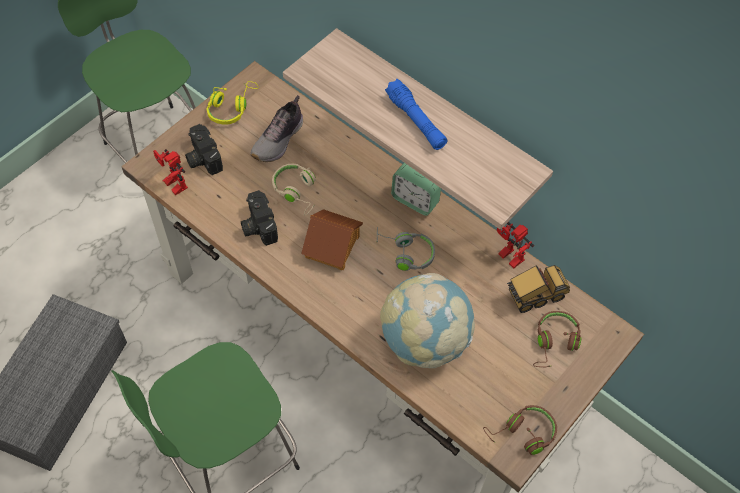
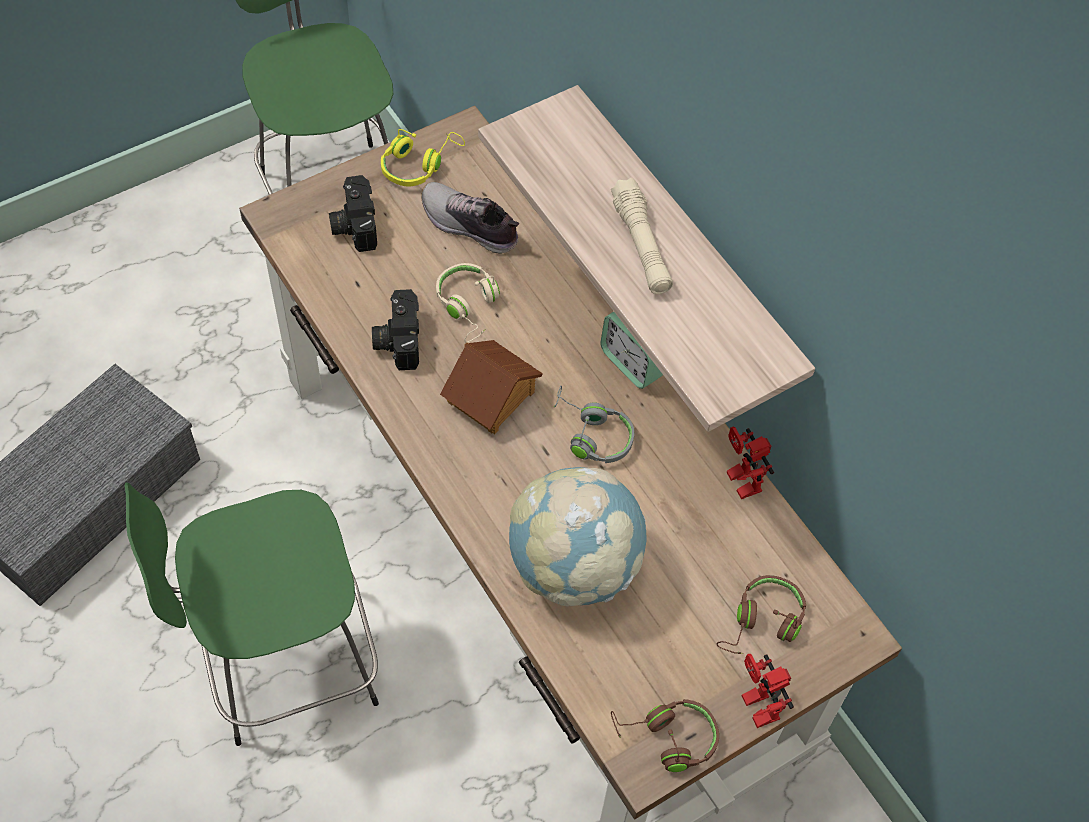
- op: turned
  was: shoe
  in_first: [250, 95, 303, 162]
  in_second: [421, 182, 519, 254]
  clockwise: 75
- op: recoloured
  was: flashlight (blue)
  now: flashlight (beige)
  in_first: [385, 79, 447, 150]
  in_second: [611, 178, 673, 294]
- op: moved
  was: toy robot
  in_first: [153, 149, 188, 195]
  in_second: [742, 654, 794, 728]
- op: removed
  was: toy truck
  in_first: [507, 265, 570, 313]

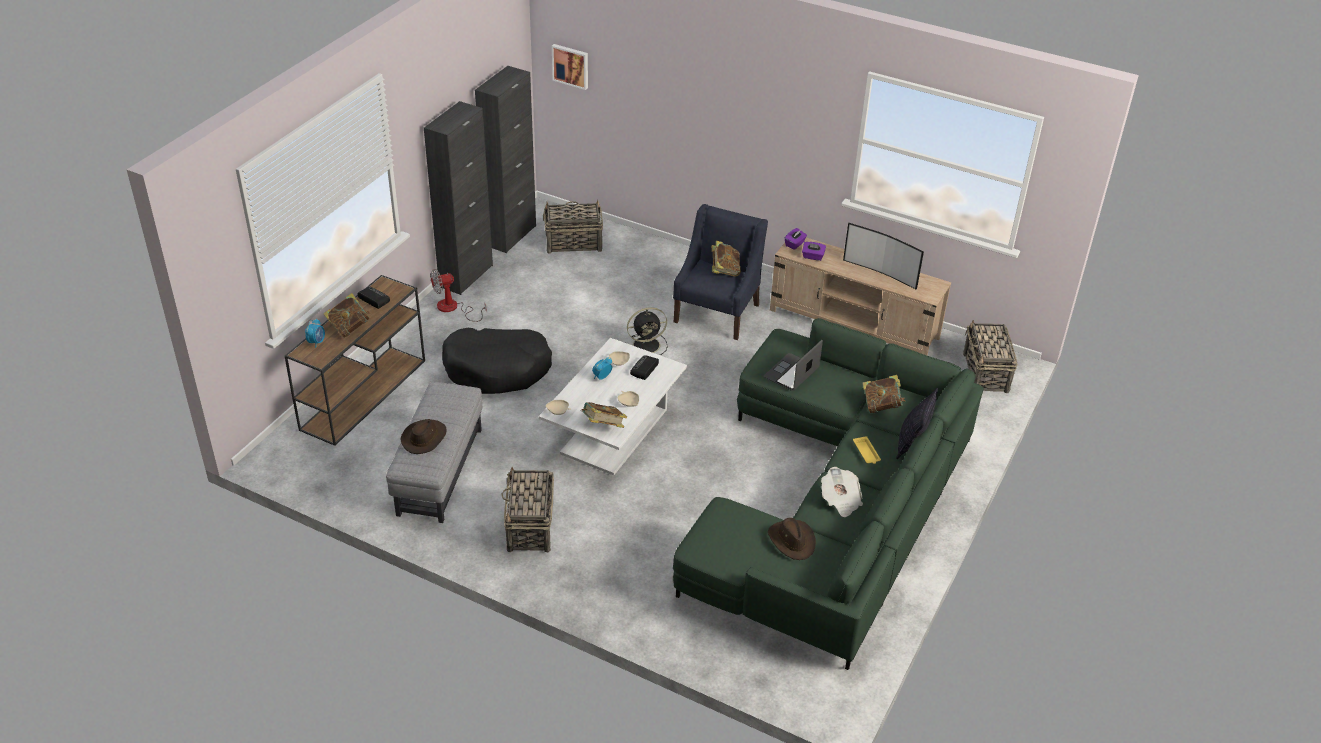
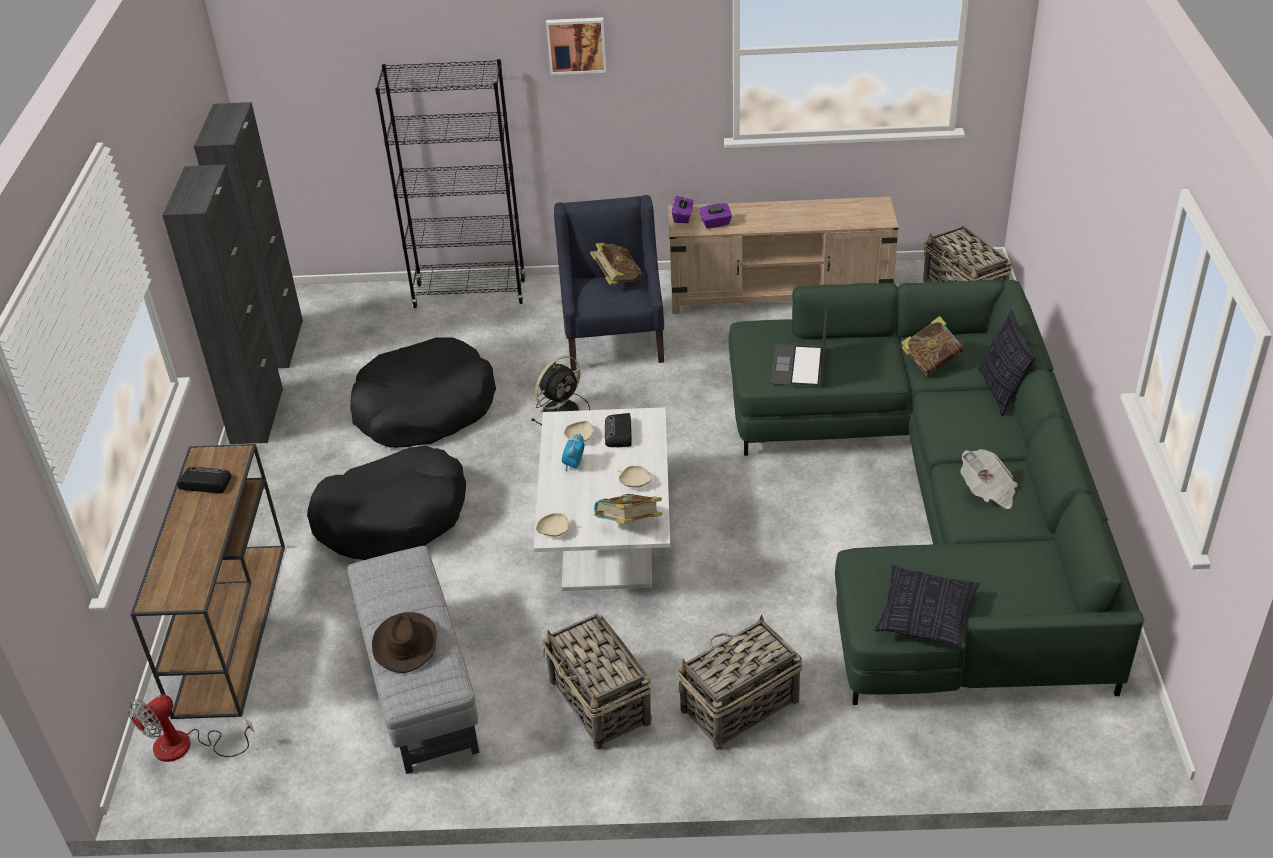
- op: moved
  was: fan
  in_first: [430, 269, 487, 322]
  in_second: [127, 694, 254, 762]
- op: added
  now: dog bed (black)
  in_second: [350, 337, 496, 448]
- op: added
  now: bookcase (black)
  in_second: [375, 59, 525, 308]
- op: moved
  was: picture
  in_first: [552, 44, 588, 90]
  in_second: [546, 17, 606, 75]
- op: moved
  was: basket
  in_first: [543, 200, 603, 254]
  in_second: [677, 615, 803, 750]
- op: added
  now: pillow
  in_second: [874, 565, 980, 648]
- op: removed
  was: alarm clock
  in_first: [305, 319, 325, 348]
- op: removed
  was: book
  in_first: [323, 293, 371, 338]
- op: removed
  was: hat (brown)
  in_first: [768, 518, 816, 560]
- op: removed
  was: television
  in_first: [843, 223, 924, 290]
- op: removed
  was: tray (yellow)
  in_first: [853, 436, 881, 464]

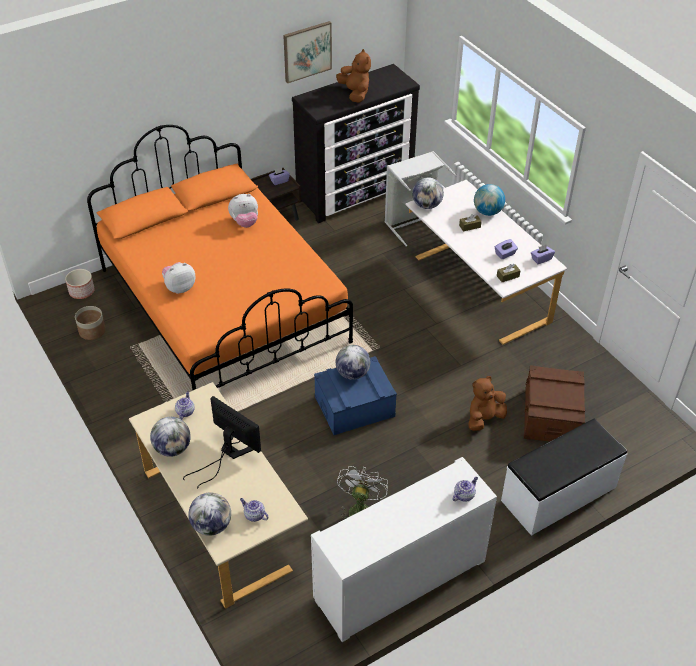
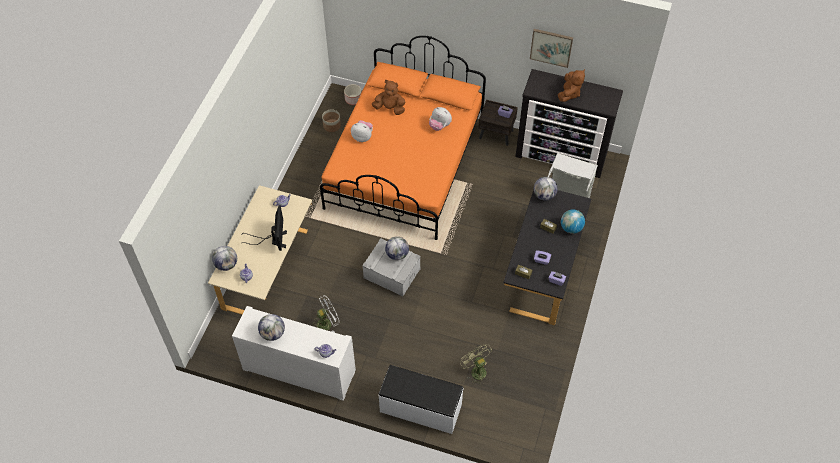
- op: moved
  was: globe
  in_first: [150, 417, 191, 457]
  in_second: [258, 314, 285, 341]
- op: recoloured
  was: storage box (blue)
  now: storage box (grey)
  in_first: [314, 356, 397, 435]
  in_second: [362, 238, 421, 296]
- op: moved
  was: plush toy (brown)
  in_first: [468, 376, 507, 431]
  in_second: [372, 80, 405, 115]
- op: replaced
  was: storage box (brown)
  now: fan (green)
  in_first: [524, 365, 585, 442]
  in_second: [460, 344, 492, 385]
- op: recoloured
  was: desk (white)
  now: desk (black)
  in_first: [406, 180, 567, 345]
  in_second: [503, 190, 591, 326]

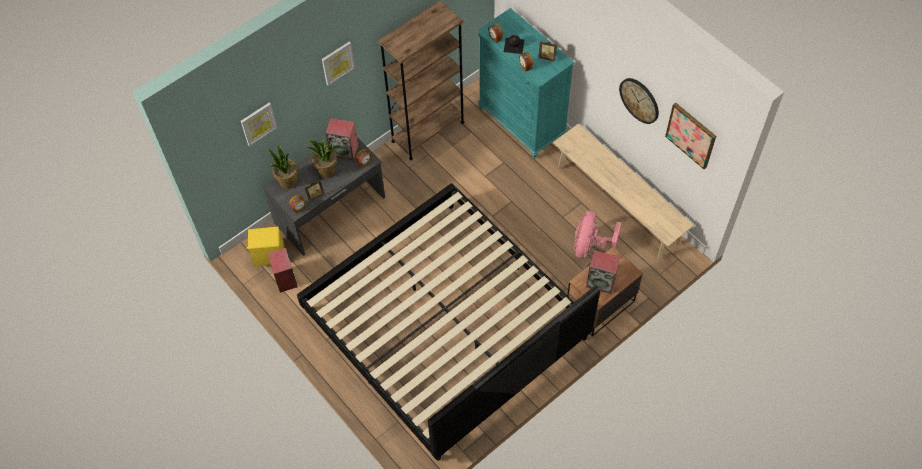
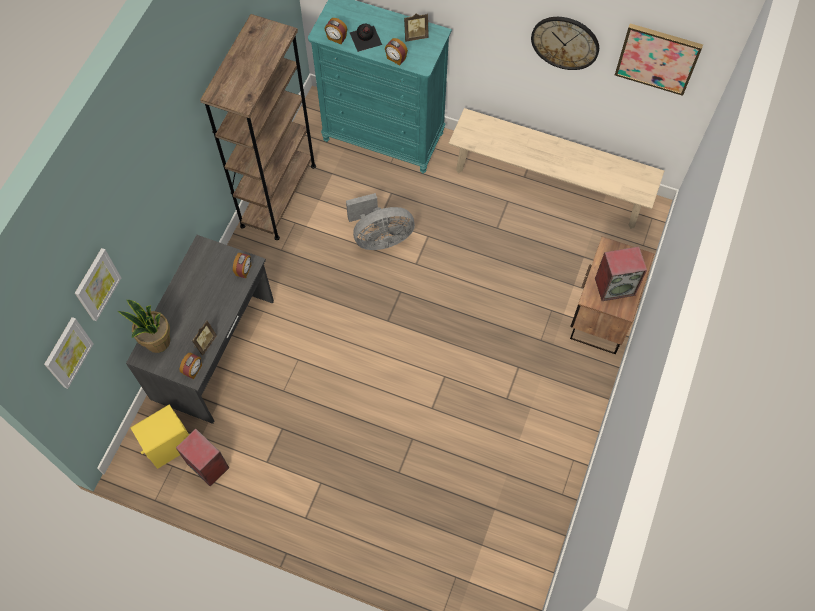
- op: moved
  was: picture
  in_first: [322, 42, 355, 86]
  in_second: [44, 317, 94, 389]
- op: added
  now: fan (grey)
  in_second: [346, 193, 415, 250]
- op: removed
  was: bed
  in_first: [297, 183, 600, 461]
- op: removed
  was: potted plant
  in_first: [306, 139, 337, 178]
- op: removed
  was: speaker
  in_first: [325, 118, 358, 160]
- op: removed
  was: fan (pink)
  in_first: [574, 211, 621, 258]

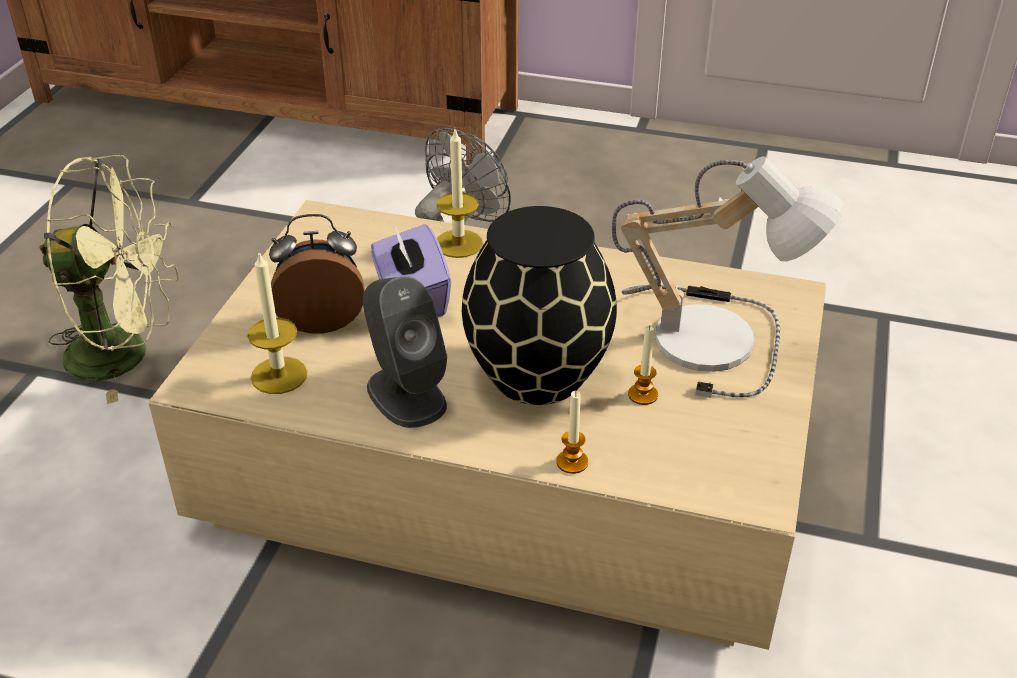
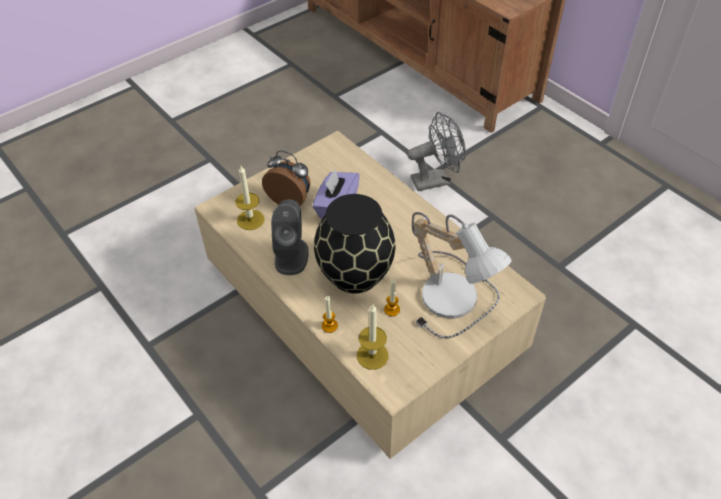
- op: moved
  was: candle
  in_first: [436, 130, 483, 258]
  in_second: [357, 305, 389, 370]
- op: removed
  was: fan (green)
  in_first: [39, 155, 179, 404]

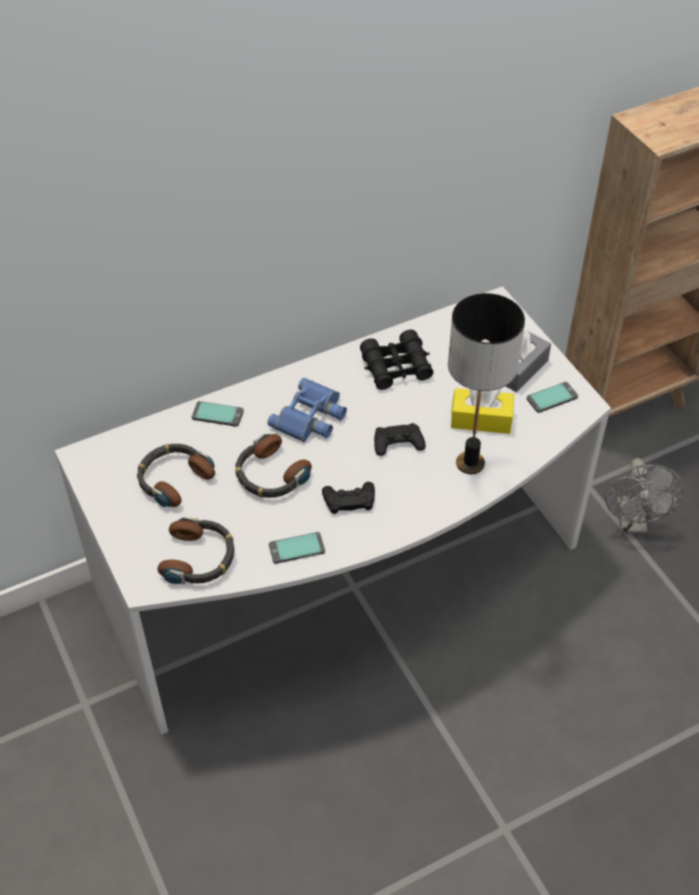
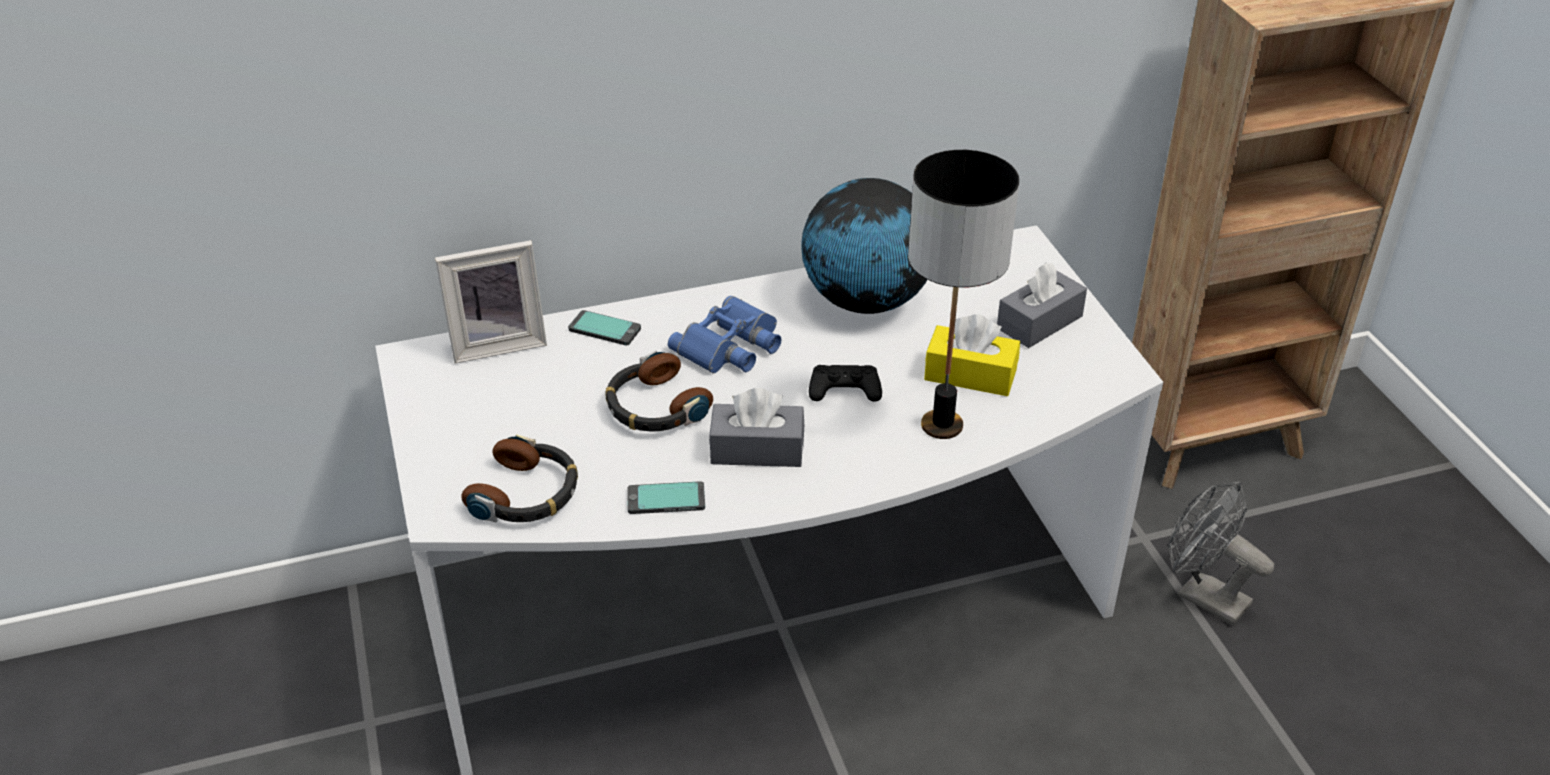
- op: added
  now: picture frame
  in_second: [435, 240, 547, 364]
- op: replaced
  was: game controller (black)
  now: tissue box (grey)
  in_first: [322, 482, 375, 514]
  in_second: [709, 388, 804, 467]
- op: replaced
  was: binoculars (black)
  now: globe
  in_first: [360, 330, 433, 390]
  in_second: [801, 178, 927, 314]
- op: turned
  was: fan (grey)
  in_first: [605, 458, 684, 534]
  in_second: [1168, 481, 1274, 625]
  clockwise: 120
- op: removed
  was: headphones
  in_first: [137, 444, 215, 507]
- op: removed
  was: phone
  in_first: [527, 382, 578, 413]

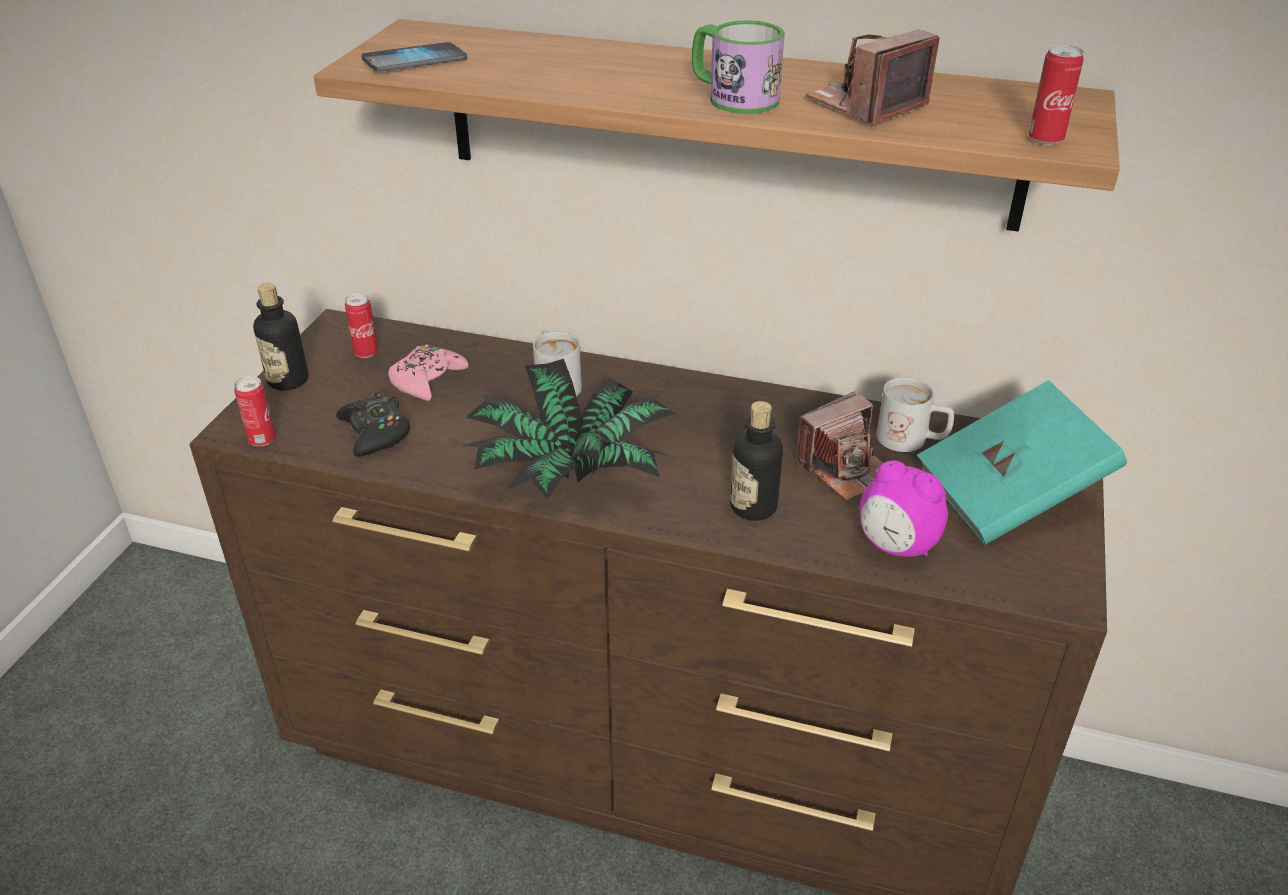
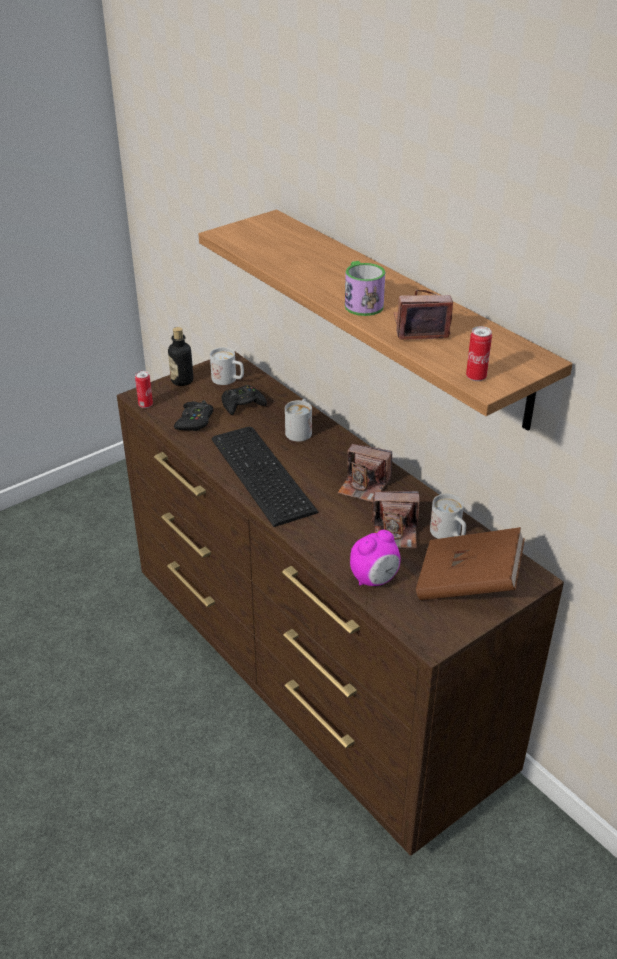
- op: replaced
  was: can
  now: mug (white)
  in_first: [345, 293, 378, 358]
  in_second: [210, 347, 244, 385]
- op: replaced
  was: potted plant
  now: keyboard
  in_first: [464, 359, 676, 500]
  in_second: [211, 427, 318, 527]
- op: recoloured
  was: game controller (pink)
  now: game controller (black)
  in_first: [388, 345, 469, 401]
  in_second: [222, 385, 267, 415]
- op: added
  now: photo camera
  in_second: [338, 444, 392, 502]
- op: turned
  was: alarm clock
  in_first: [859, 460, 948, 557]
  in_second: [350, 530, 401, 586]
  clockwise: -105
- op: recoloured
  was: book (turquoise)
  now: book (brown)
  in_first: [917, 380, 1127, 545]
  in_second: [416, 527, 525, 600]
- op: removed
  was: phone
  in_first: [362, 42, 467, 72]
- op: removed
  was: bottle
  in_first: [730, 401, 783, 521]

